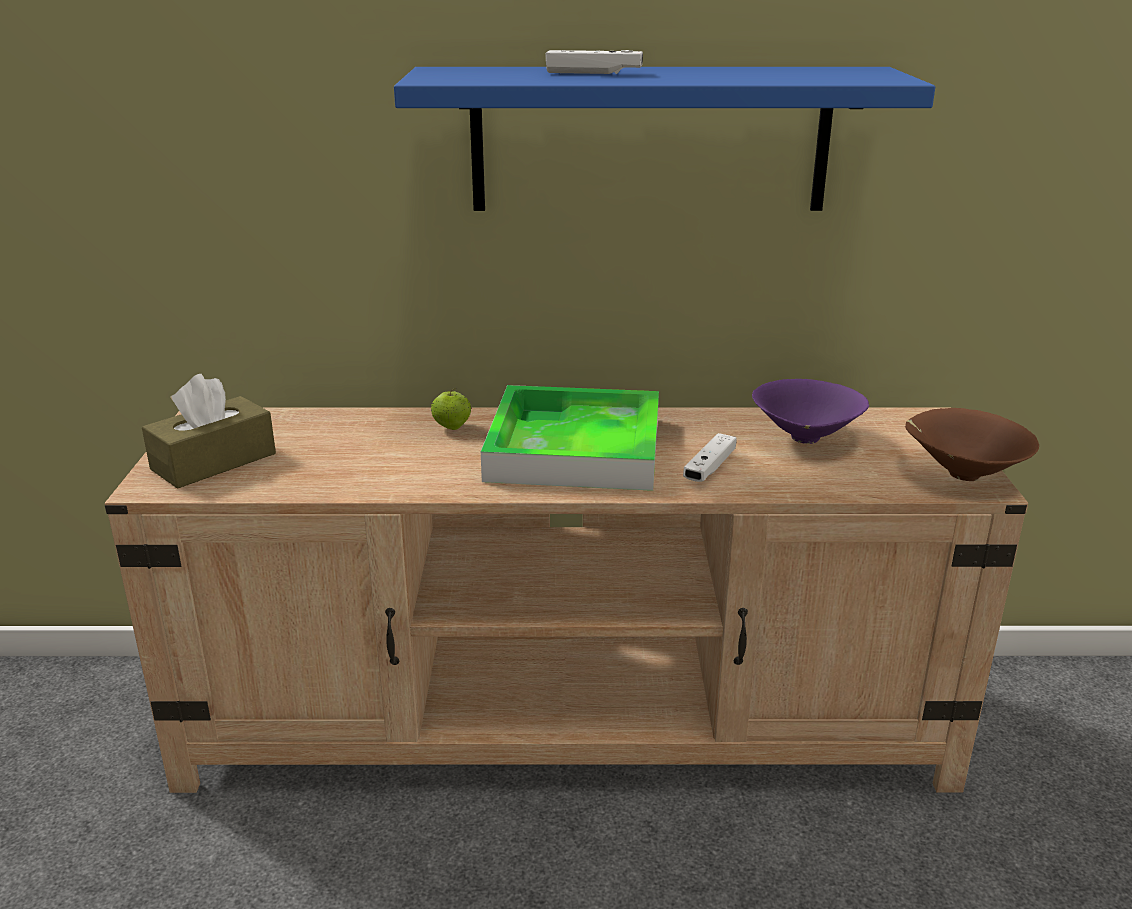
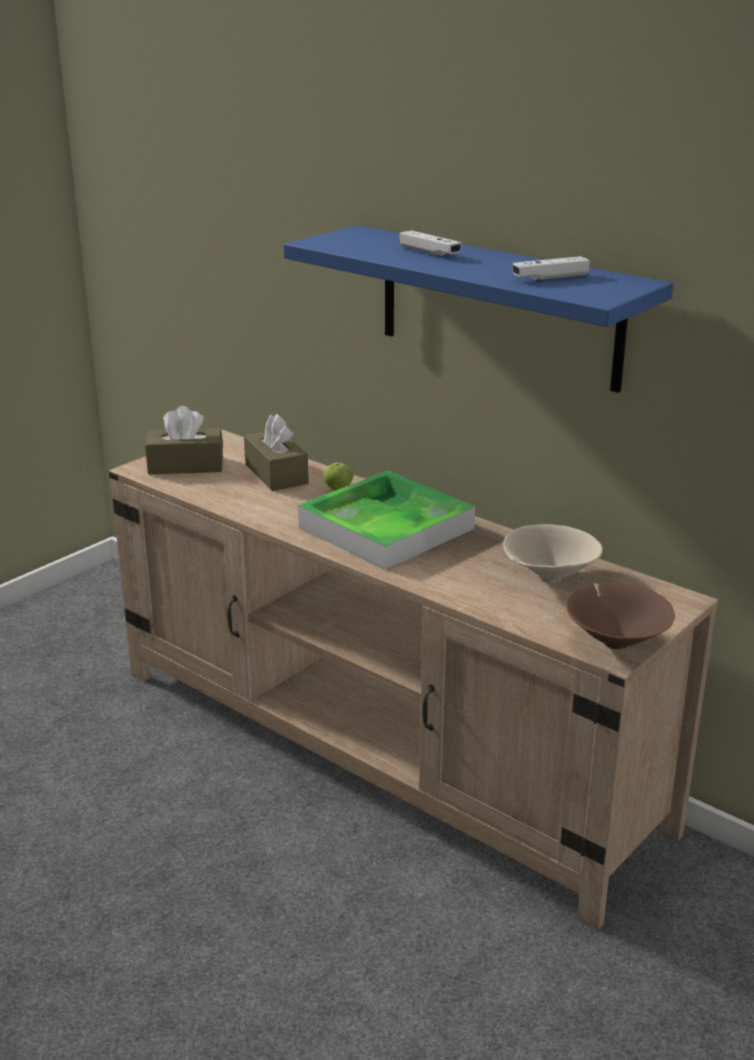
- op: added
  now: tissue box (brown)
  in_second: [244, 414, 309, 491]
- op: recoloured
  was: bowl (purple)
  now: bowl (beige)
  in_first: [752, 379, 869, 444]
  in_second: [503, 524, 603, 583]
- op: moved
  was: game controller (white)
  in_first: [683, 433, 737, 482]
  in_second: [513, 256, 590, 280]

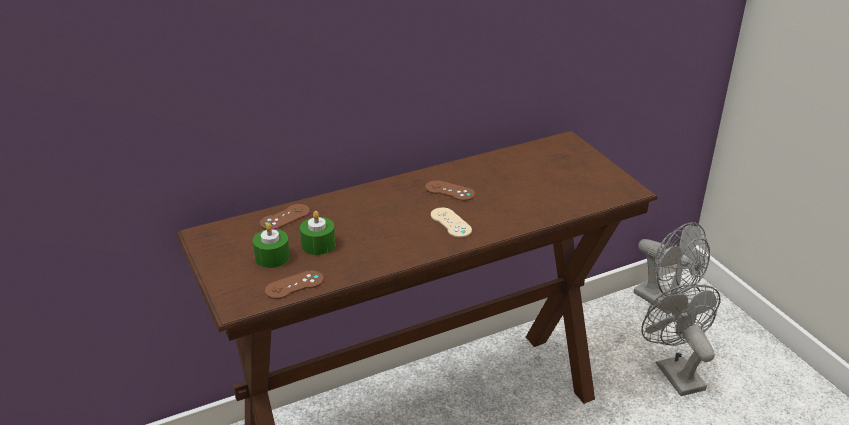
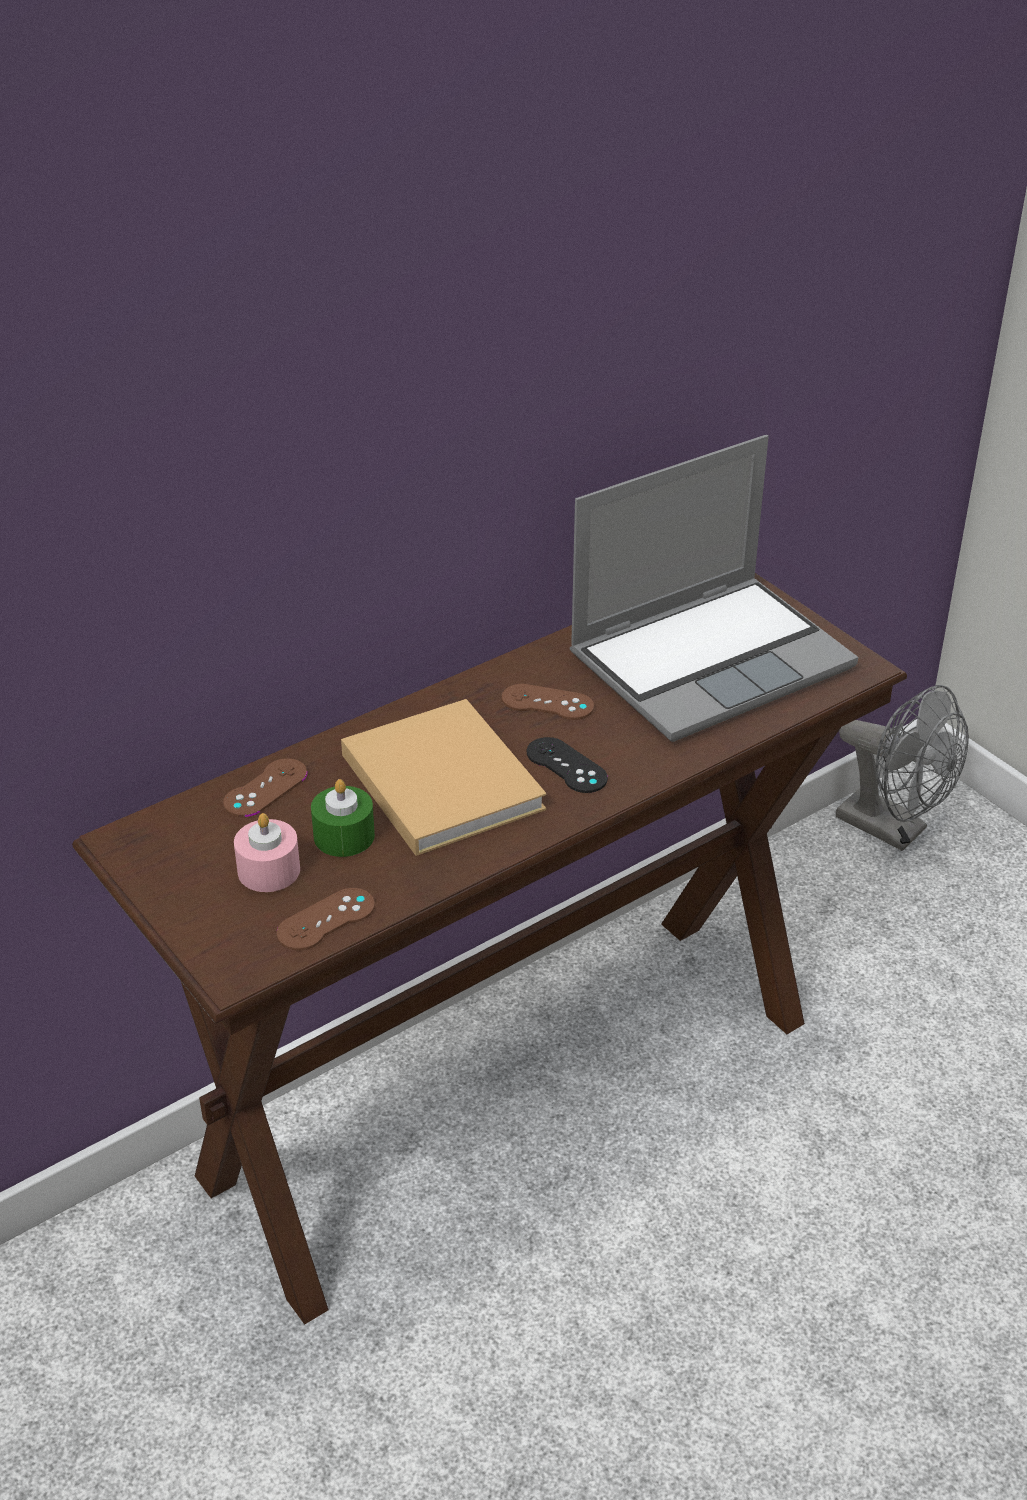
- op: recoloured
  was: candle (green)
  now: candle (pink)
  in_first: [253, 223, 290, 268]
  in_second: [234, 813, 300, 892]
- op: added
  now: book (beige)
  in_second: [341, 699, 547, 856]
- op: recoloured
  was: game controller (beige)
  now: game controller (black)
  in_first: [431, 207, 472, 238]
  in_second: [527, 737, 608, 793]
- op: added
  now: laptop
  in_second: [570, 435, 858, 742]
- op: removed
  was: fan (grey)
  in_first: [641, 284, 720, 396]

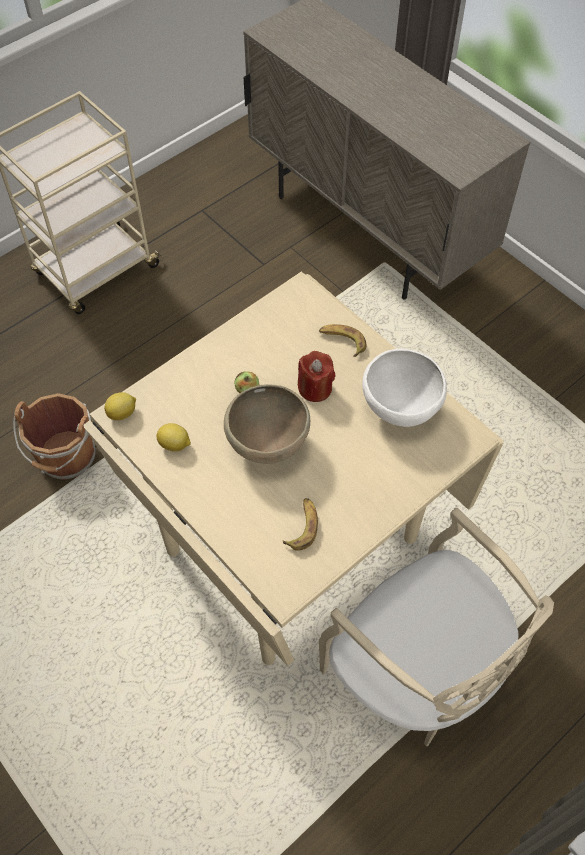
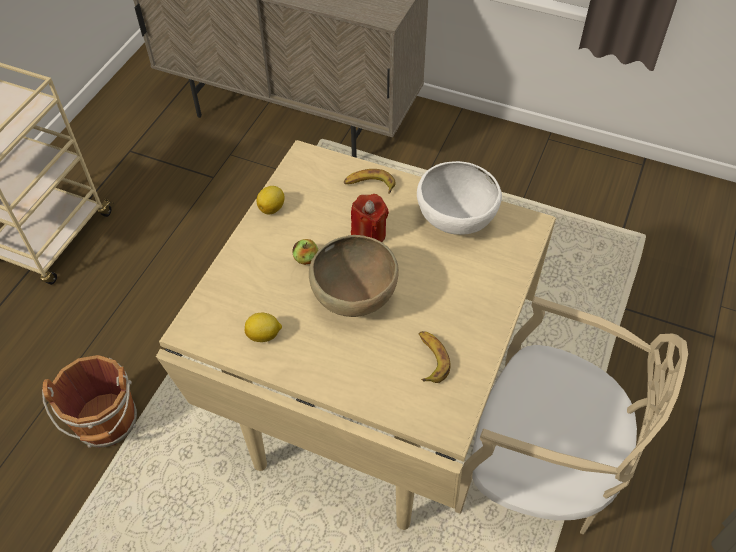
- op: moved
  was: lemon
  in_first: [104, 392, 136, 421]
  in_second: [256, 186, 285, 215]

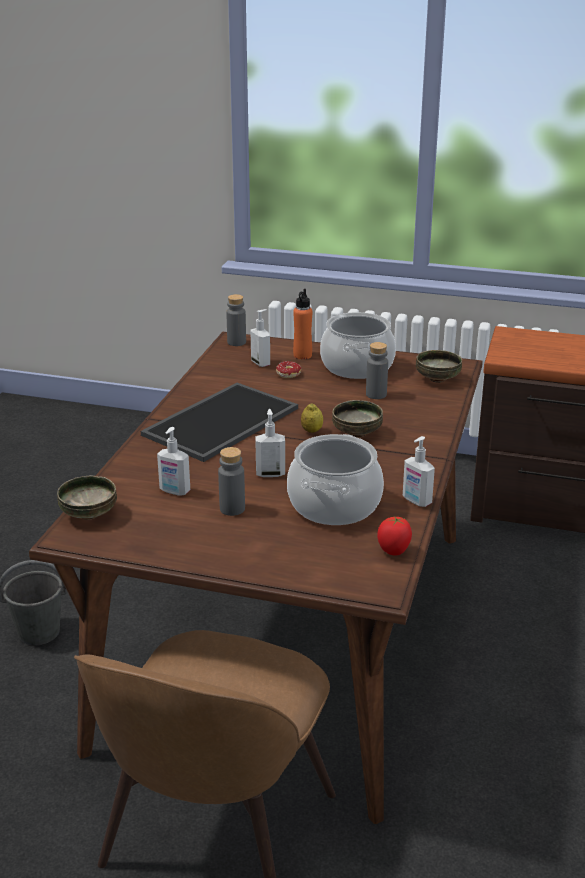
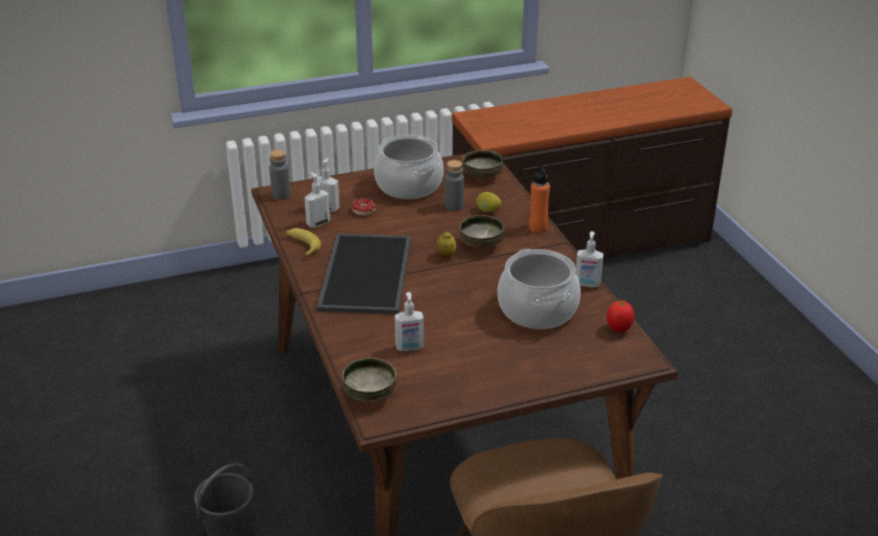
- op: added
  now: banana
  in_second: [286, 228, 321, 257]
- op: moved
  was: soap dispenser
  in_first: [255, 409, 285, 477]
  in_second: [304, 172, 330, 228]
- op: added
  now: lemon
  in_second: [476, 192, 502, 212]
- op: moved
  was: bottle (orange)
  in_first: [293, 289, 312, 359]
  in_second: [529, 164, 550, 233]
- op: removed
  was: bottle (grey)
  in_first: [218, 447, 245, 516]

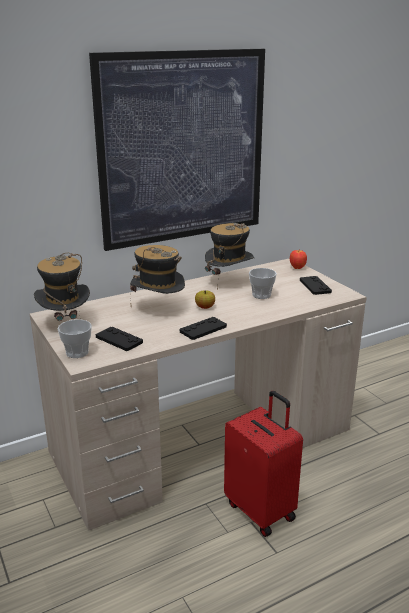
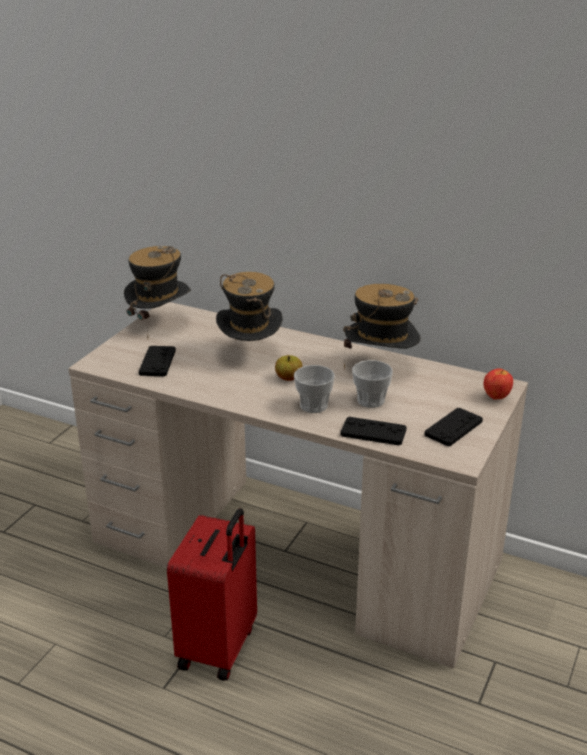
- op: moved
  was: cup
  in_first: [58, 319, 92, 358]
  in_second: [294, 365, 335, 413]
- op: moved
  was: game controller (black)
  in_first: [180, 317, 227, 340]
  in_second: [341, 417, 407, 446]
- op: removed
  was: picture
  in_first: [89, 49, 265, 251]

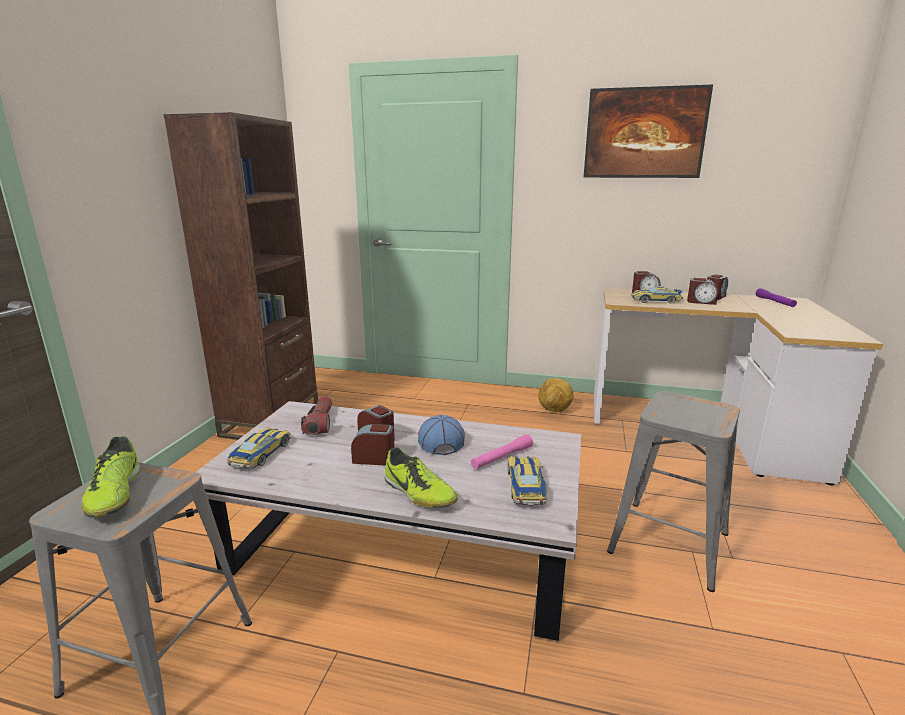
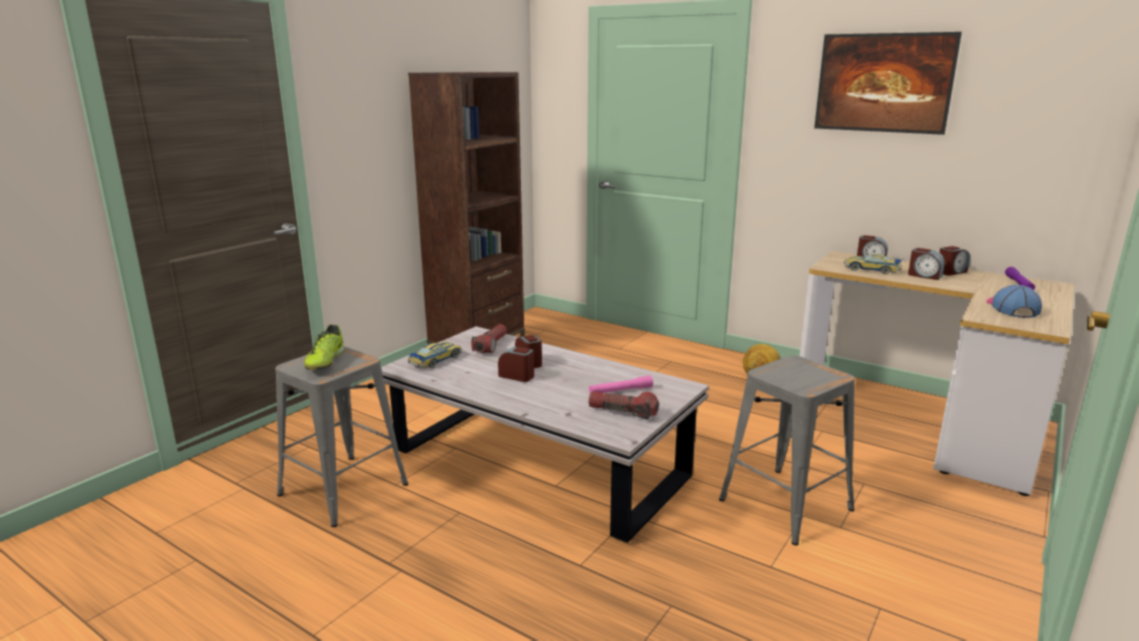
- op: replaced
  was: toy car
  now: flashlight
  in_first: [508, 456, 547, 505]
  in_second: [589, 391, 659, 420]
- op: moved
  was: cap
  in_first: [418, 415, 465, 455]
  in_second: [986, 285, 1042, 318]
- op: removed
  was: shoe
  in_first: [385, 447, 458, 508]

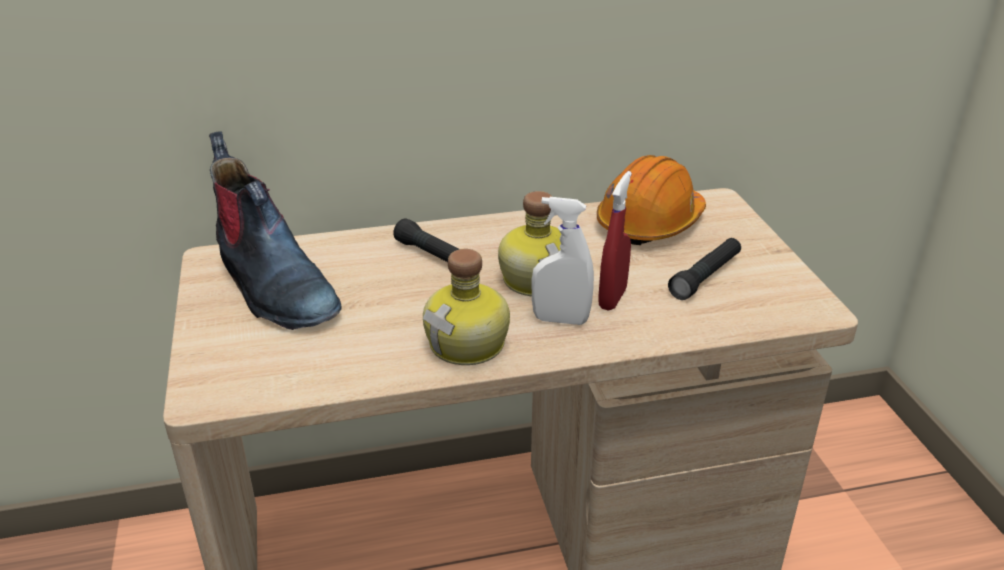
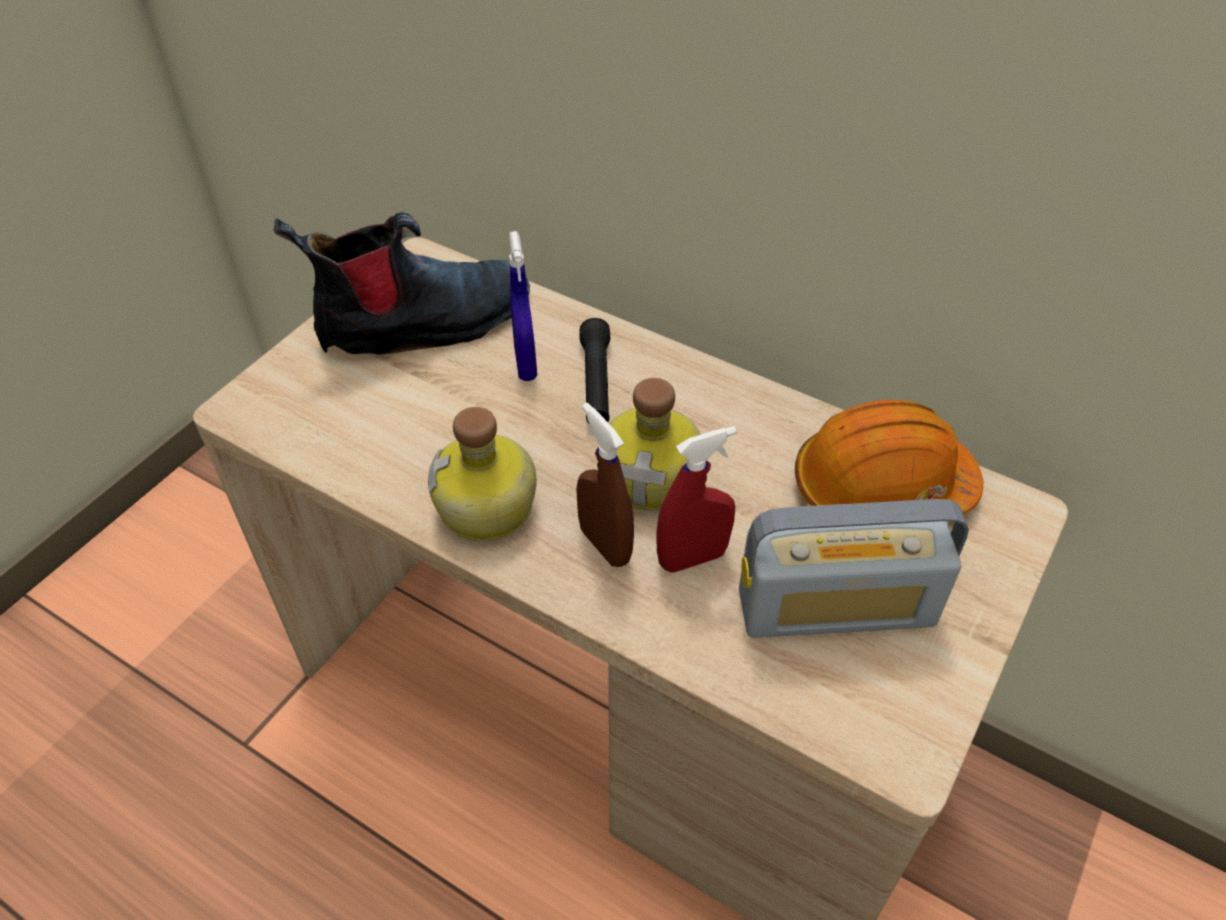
- op: turned
  was: boot
  in_first: [209, 131, 342, 330]
  in_second: [273, 212, 530, 355]
  clockwise: -120
- op: added
  now: spray bottle (blue)
  in_second: [509, 231, 537, 381]
- op: recoloured
  was: spray bottle (white)
  now: spray bottle (brown)
  in_first: [532, 197, 594, 325]
  in_second: [576, 402, 634, 567]
- op: replaced
  was: flashlight (black)
  now: radio
  in_first: [668, 238, 741, 300]
  in_second: [739, 499, 969, 638]

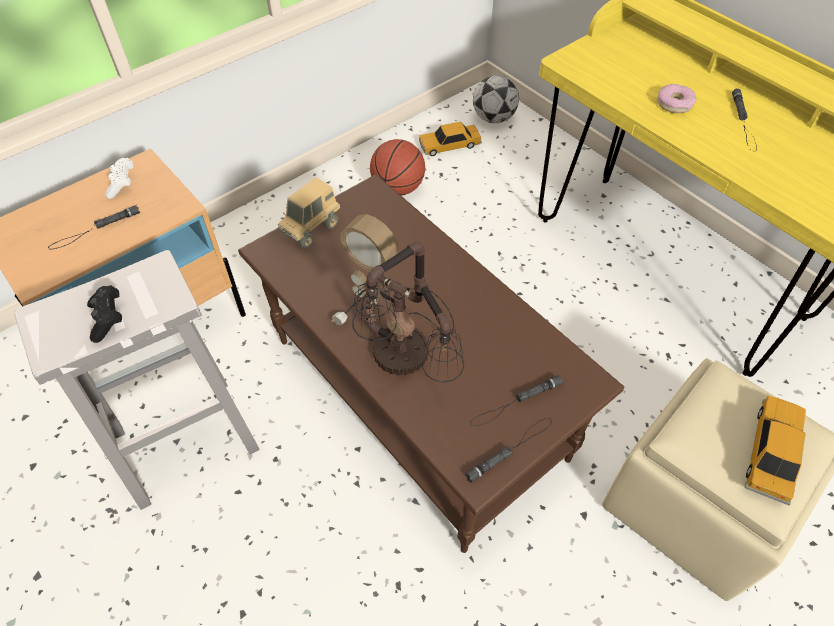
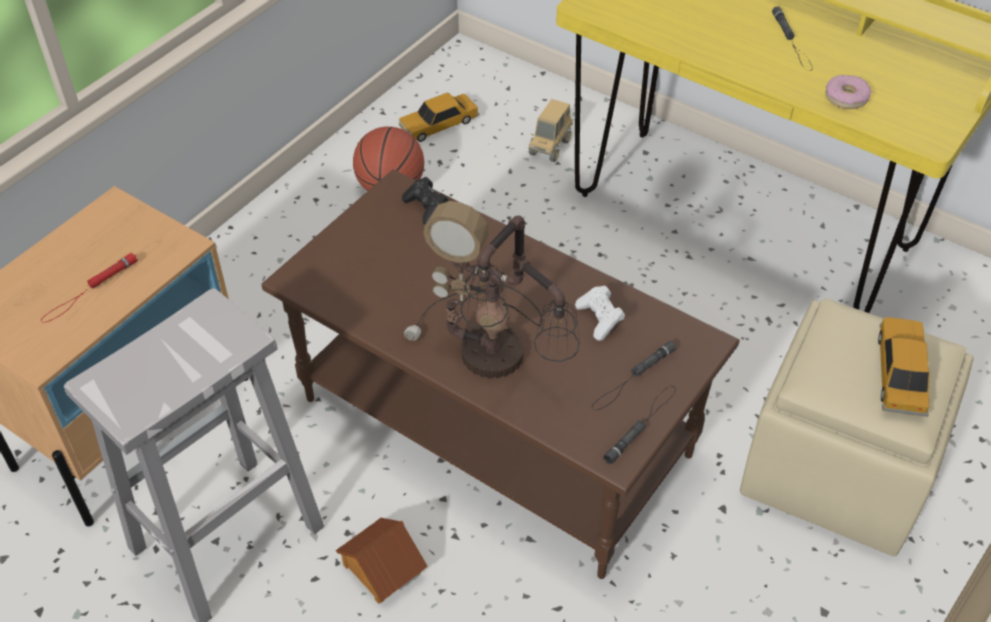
- op: recoloured
  was: flashlight (black)
  now: flashlight (red)
  in_first: [48, 205, 140, 249]
  in_second: [41, 253, 138, 323]
- op: added
  now: toy house
  in_second: [336, 518, 428, 604]
- op: moved
  was: game controller (black)
  in_first: [87, 285, 122, 343]
  in_second: [402, 177, 448, 225]
- op: moved
  was: toy truck
  in_first: [278, 177, 341, 248]
  in_second: [528, 99, 573, 162]
- op: moved
  was: game controller (white)
  in_first: [105, 158, 134, 199]
  in_second: [575, 286, 625, 341]
- op: moved
  was: donut
  in_first: [657, 84, 696, 113]
  in_second: [825, 75, 871, 109]
- op: removed
  was: football
  in_first: [473, 75, 519, 123]

